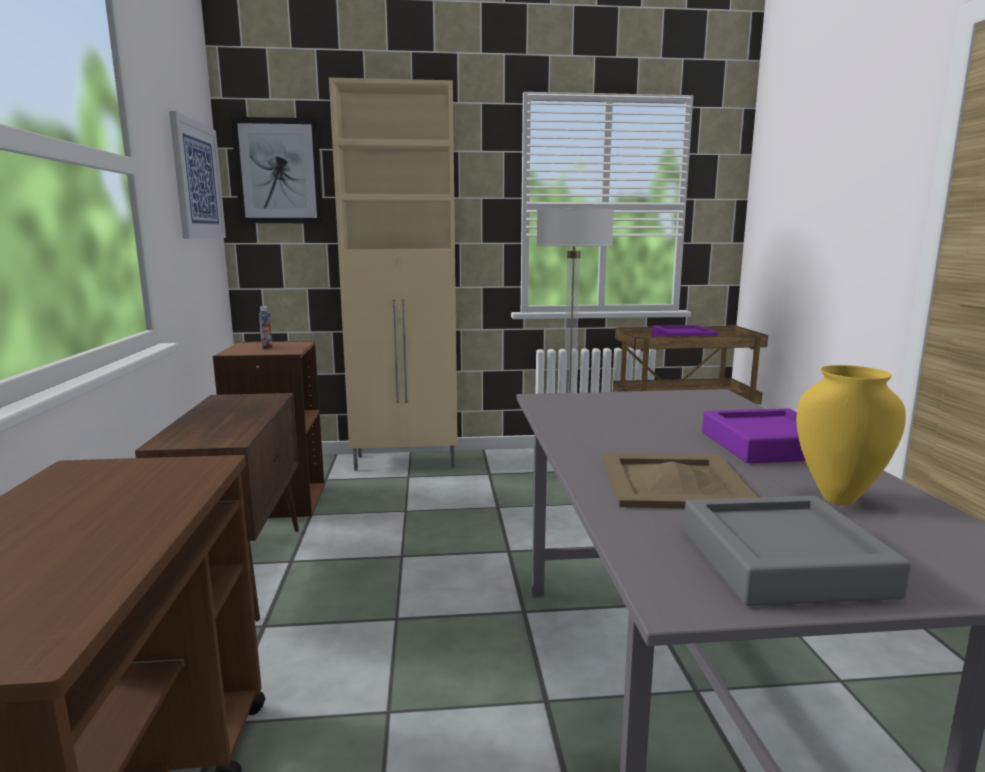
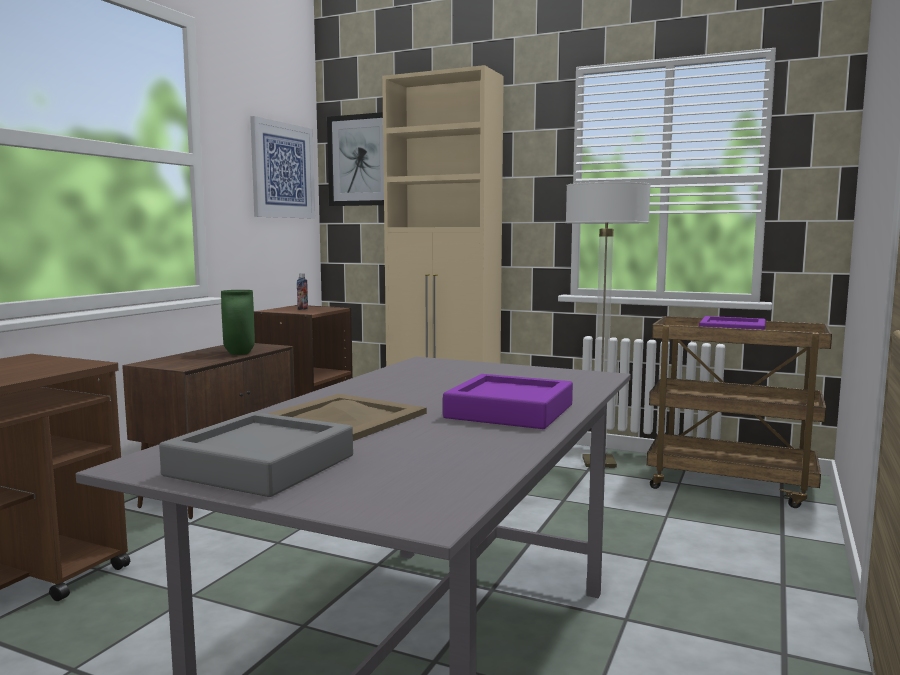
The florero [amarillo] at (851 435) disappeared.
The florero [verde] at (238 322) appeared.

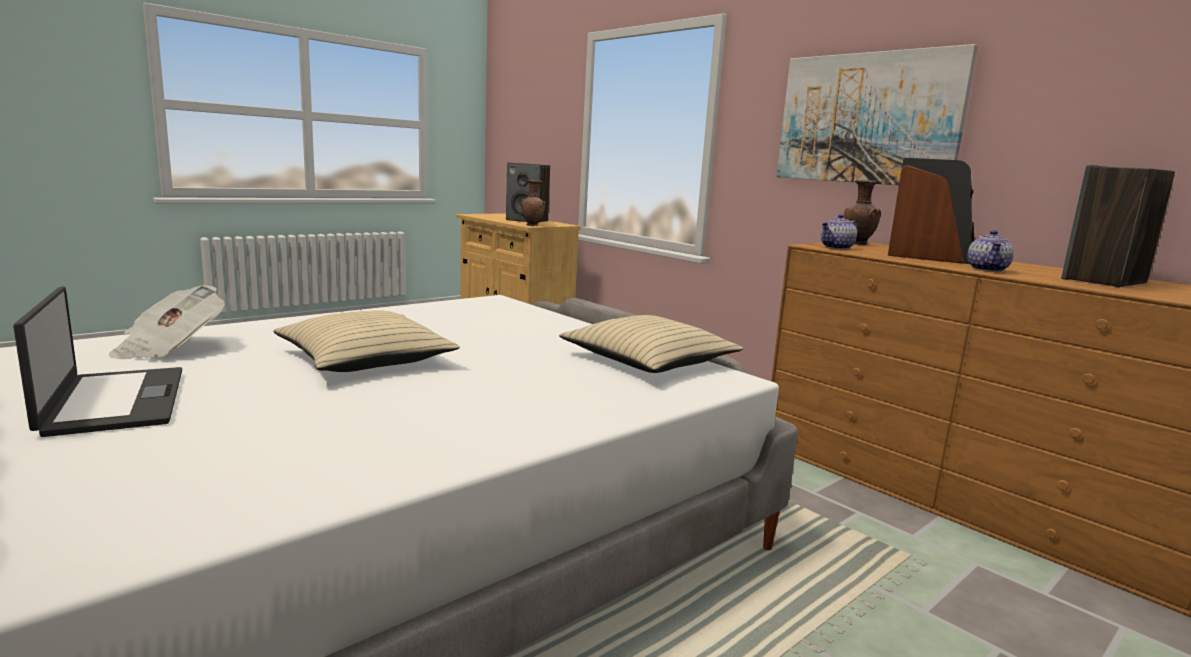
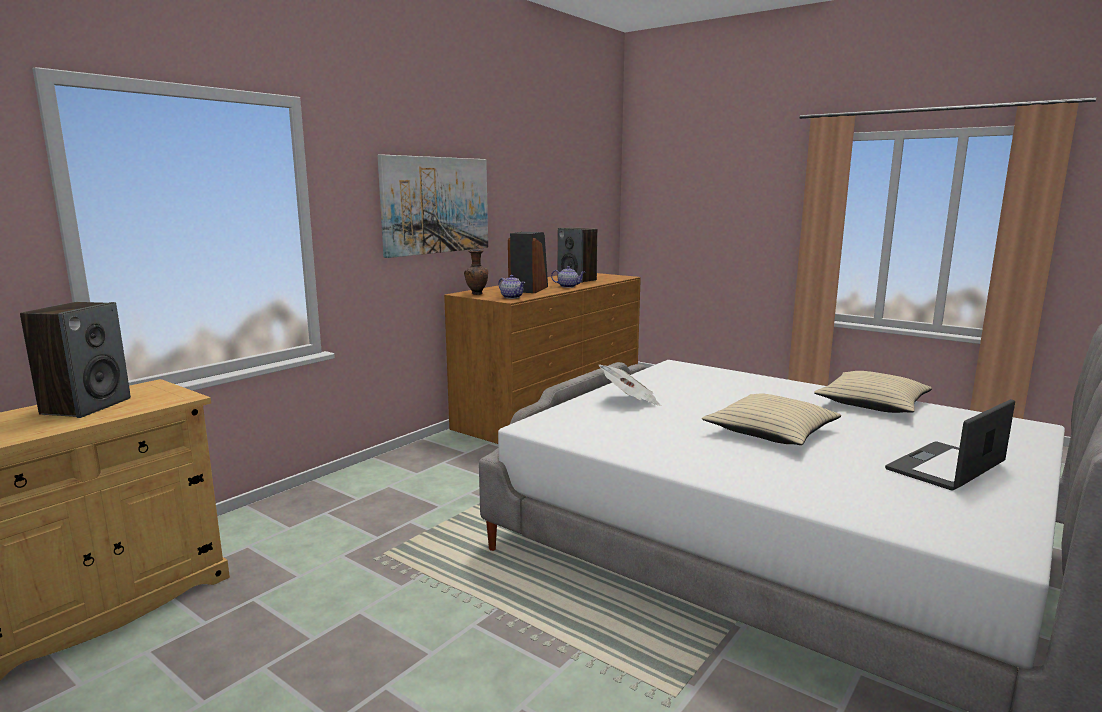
The florero [marrón] at (533 203) disappeared.
The periódico moved from (167 322) to (629 385).
The cojín [beis] moved from (651 344) to (873 392).

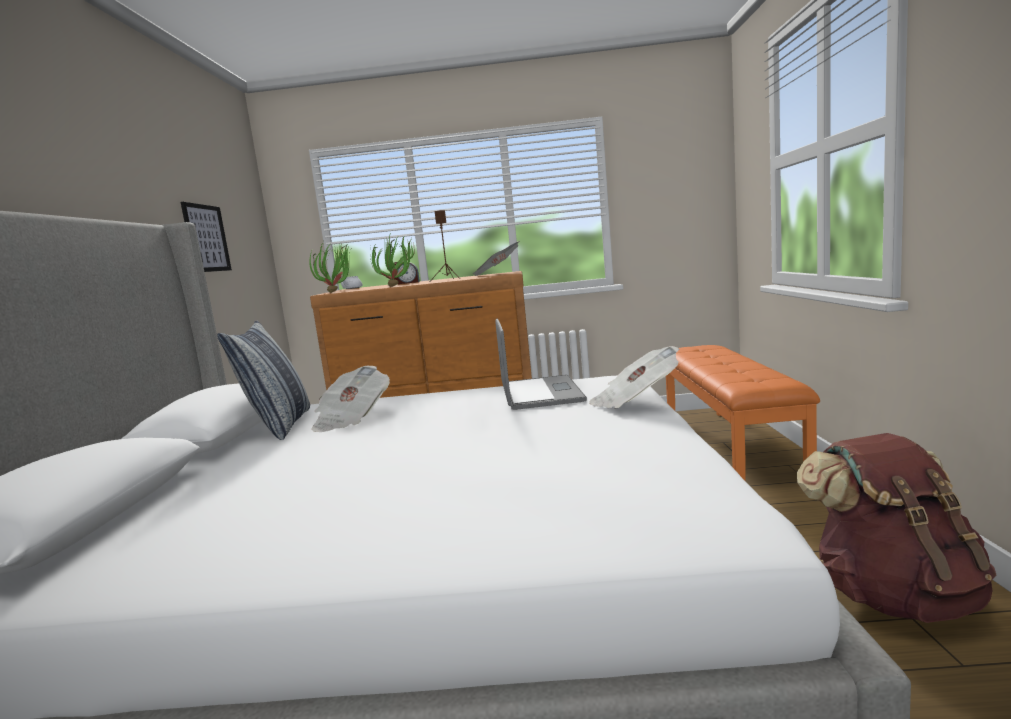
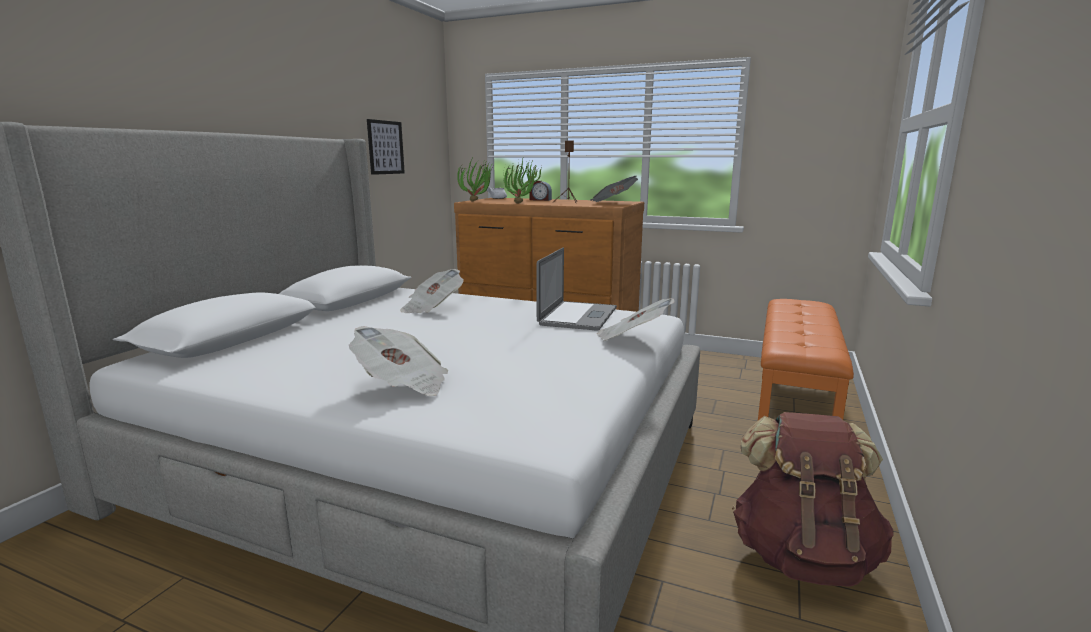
The cojín at (263 380) disappeared.
The periódico at (398 361) appeared.

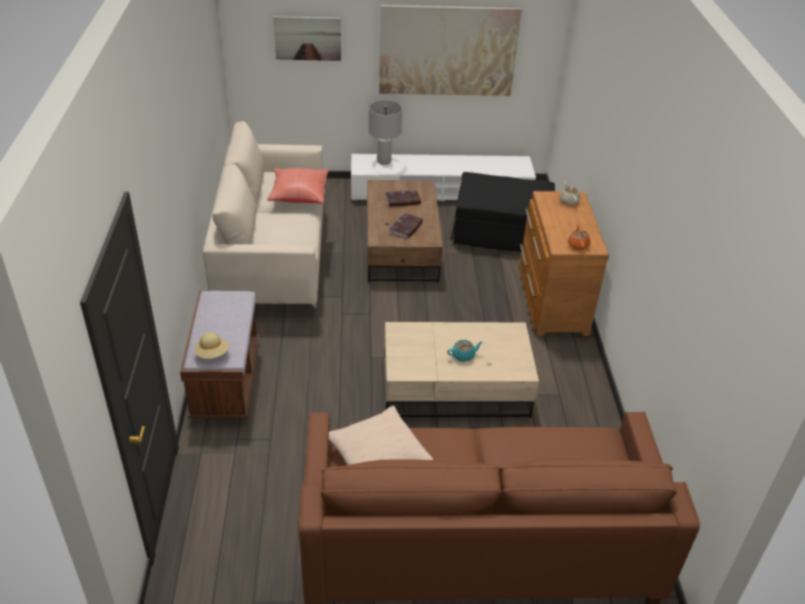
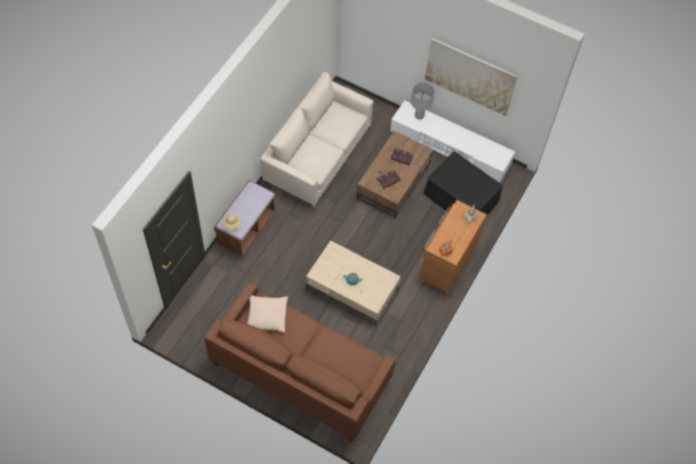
The cuadro at (307 38) disappeared.
The cojín [rojo] at (298 186) disappeared.

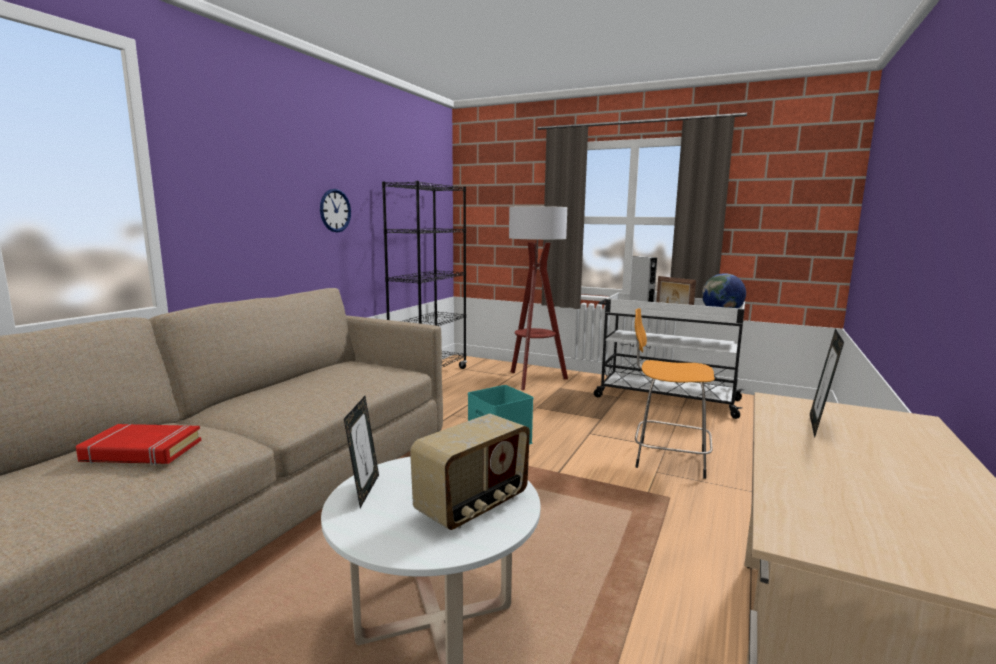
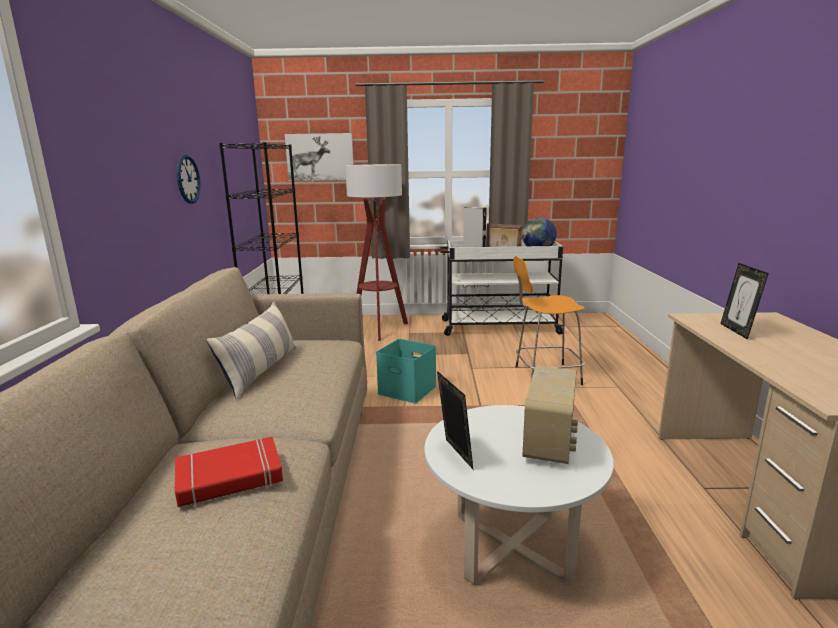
The cuadro at (319 157) appeared.
The cojín at (251 350) appeared.

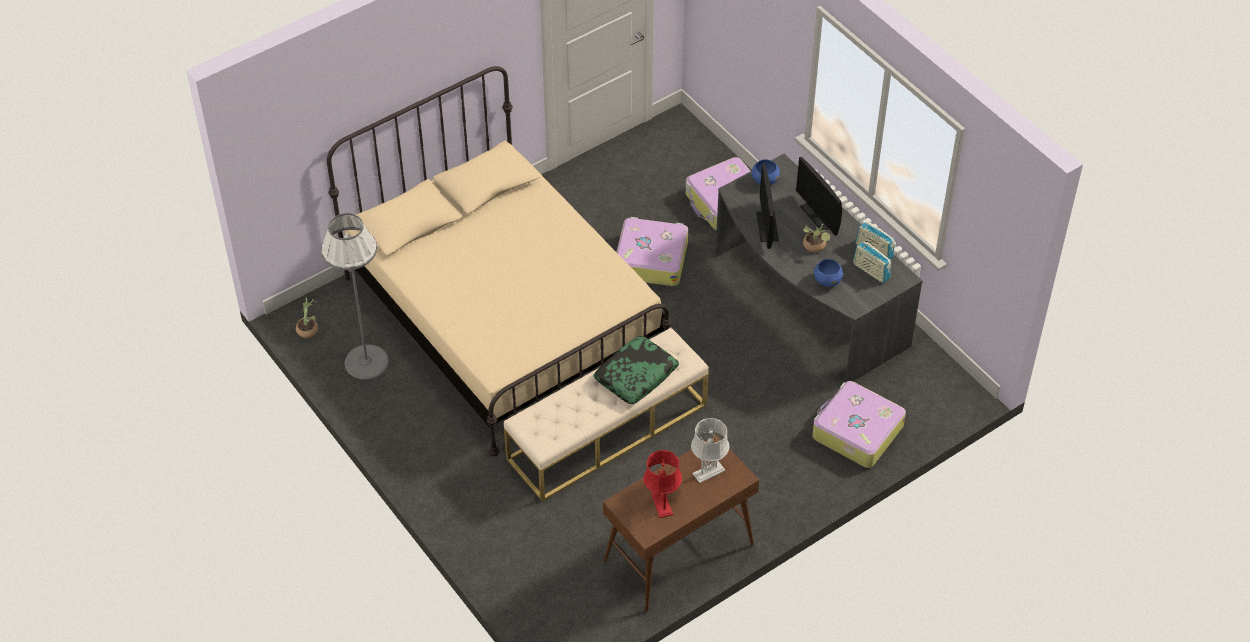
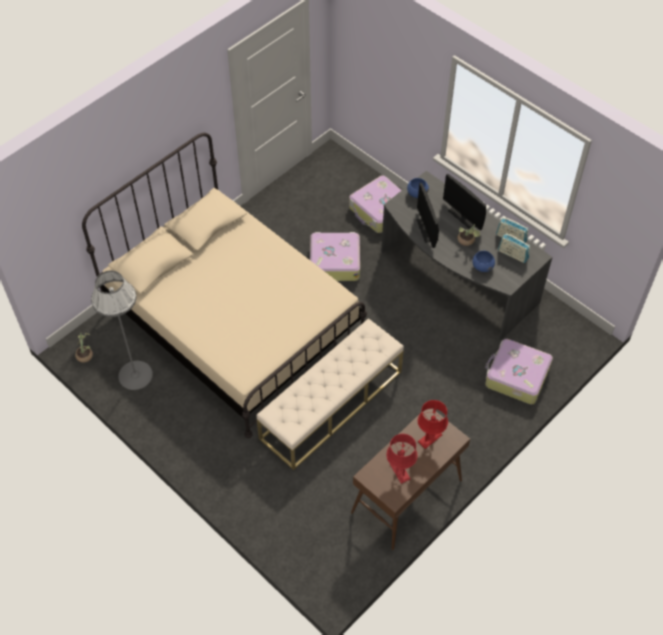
The cojín at (636 370) disappeared.
The lámpara de mesa [gris] at (710 450) became the lámpara de mesa [rojo] at (433 424).

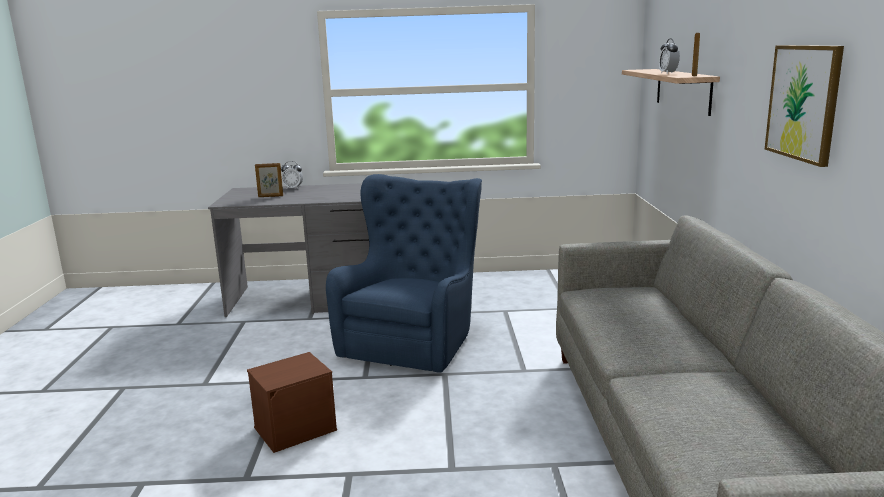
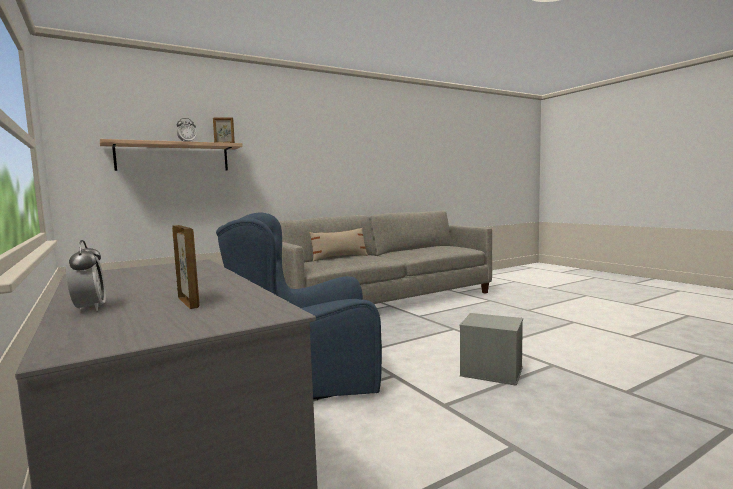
The cuadro at (804 106) disappeared.
The caja de almacenaje [marrón] at (292 402) became the caja de almacenaje [gris] at (491 349).
The cojín [beis] at (338 244) appeared.

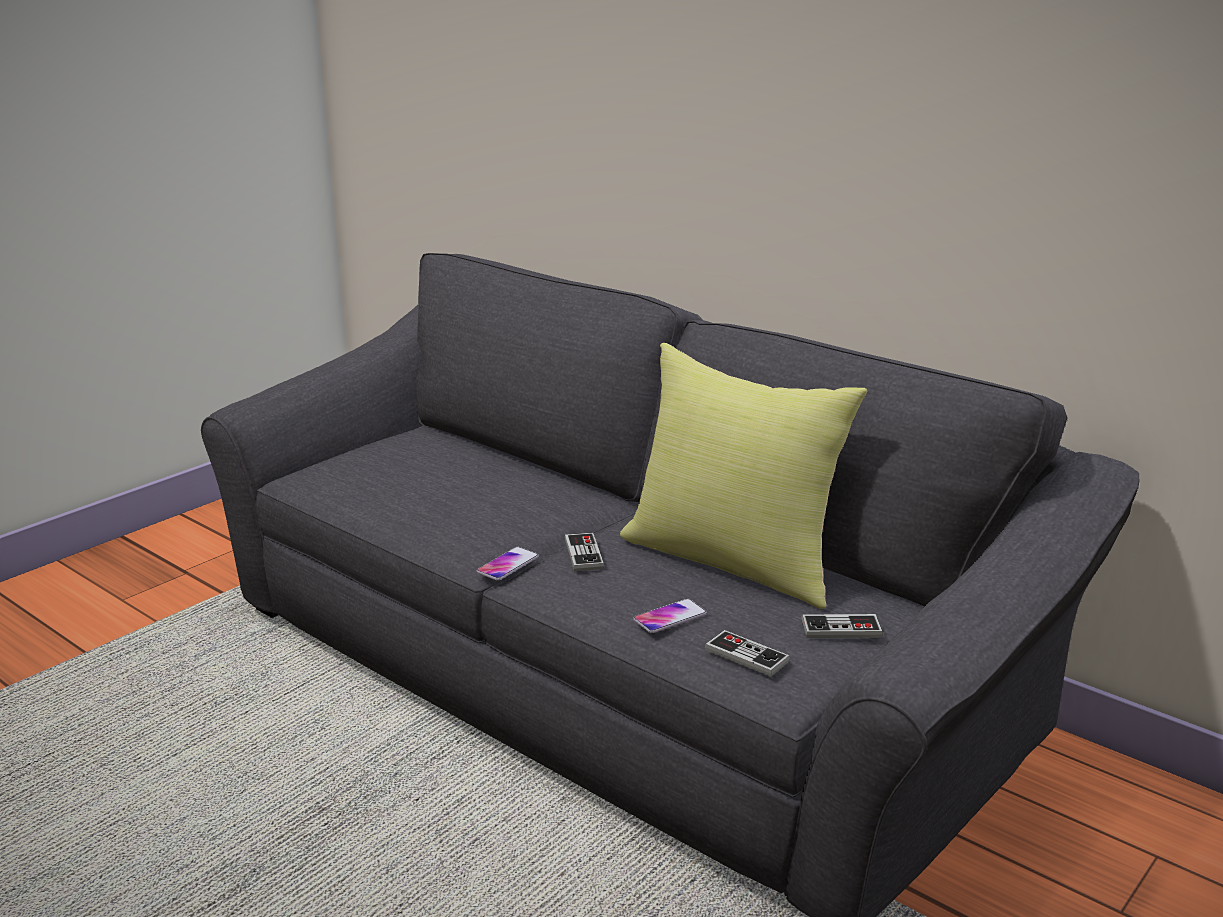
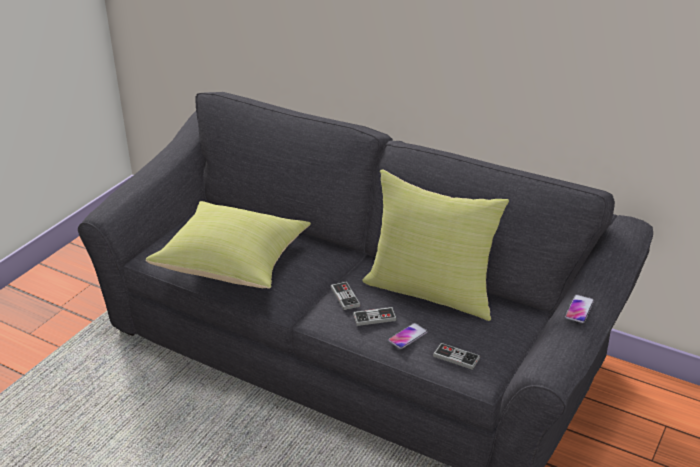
The móvil moved from (507 564) to (579 308).
The mando de consola moved from (842 626) to (375 316).
The cojín [amarillo] at (228 245) appeared.

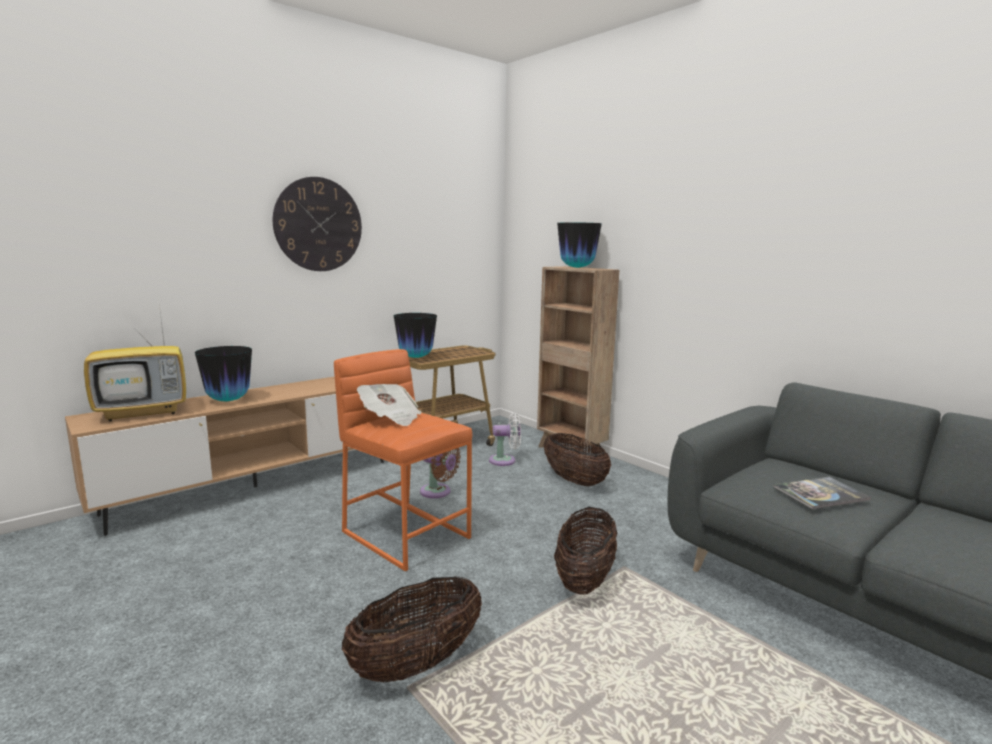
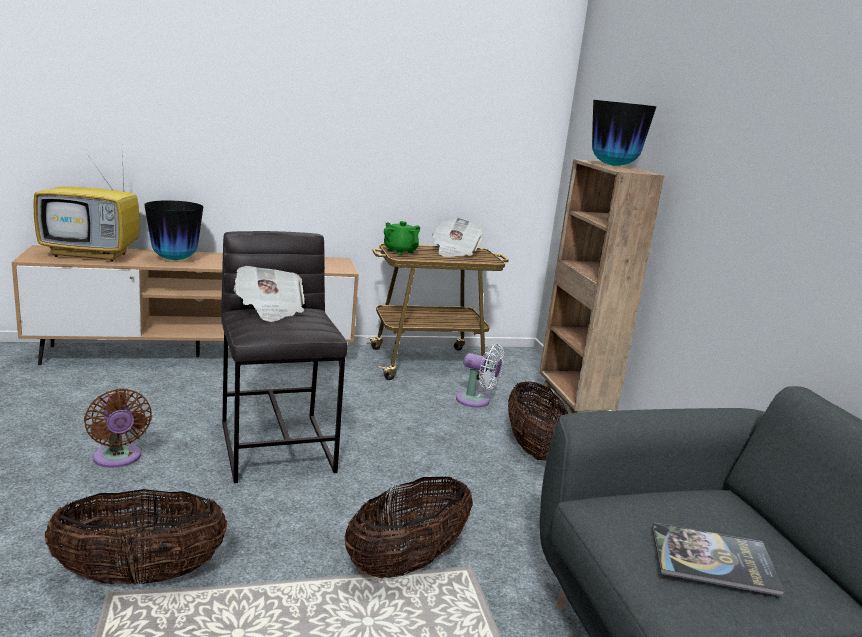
The reloj de pared at (317 224) disappeared.
The florero at (415 335) was replaced by the tetera [verde] at (402 238).
The taburete [naranja] at (403 460) became the taburete [gris] at (284 357).
The ventilador [marrón] moved from (440 473) to (118 428).
The periódico at (458 237) appeared.

